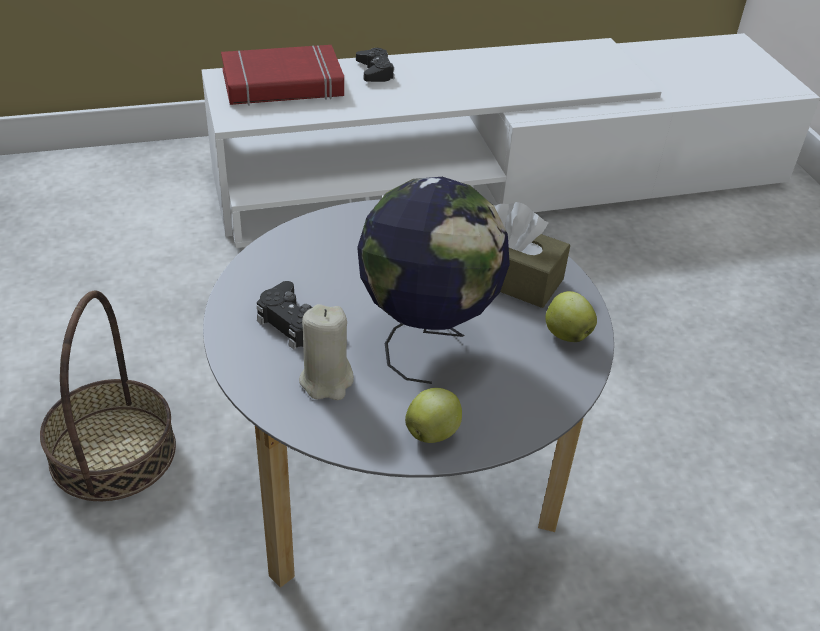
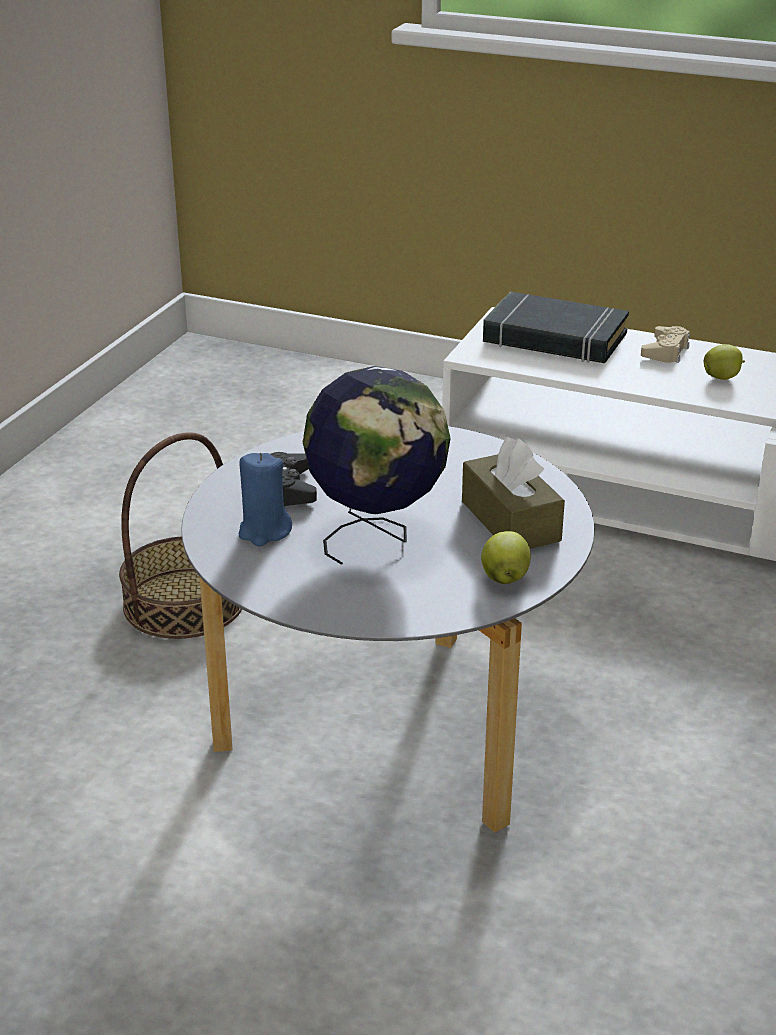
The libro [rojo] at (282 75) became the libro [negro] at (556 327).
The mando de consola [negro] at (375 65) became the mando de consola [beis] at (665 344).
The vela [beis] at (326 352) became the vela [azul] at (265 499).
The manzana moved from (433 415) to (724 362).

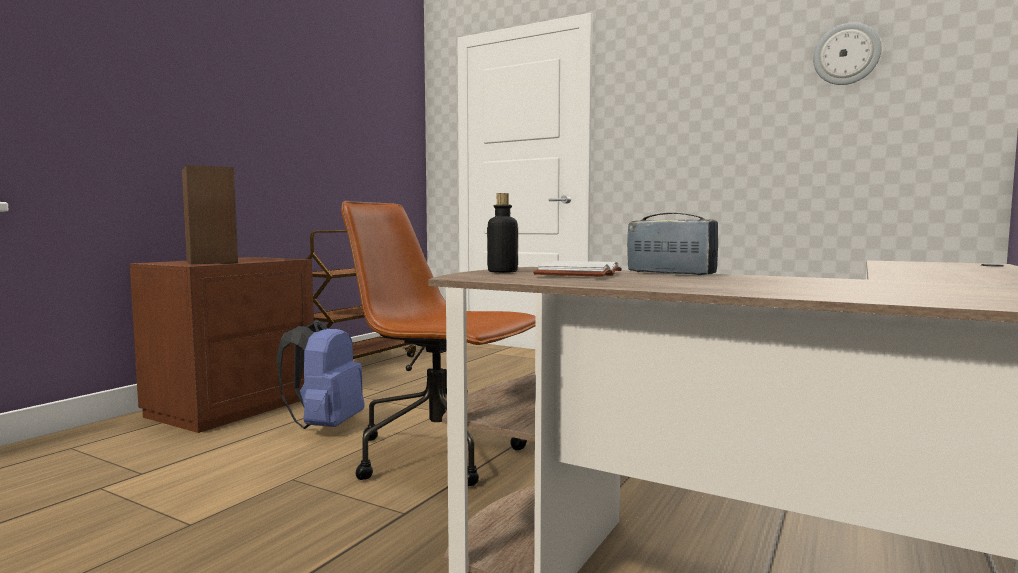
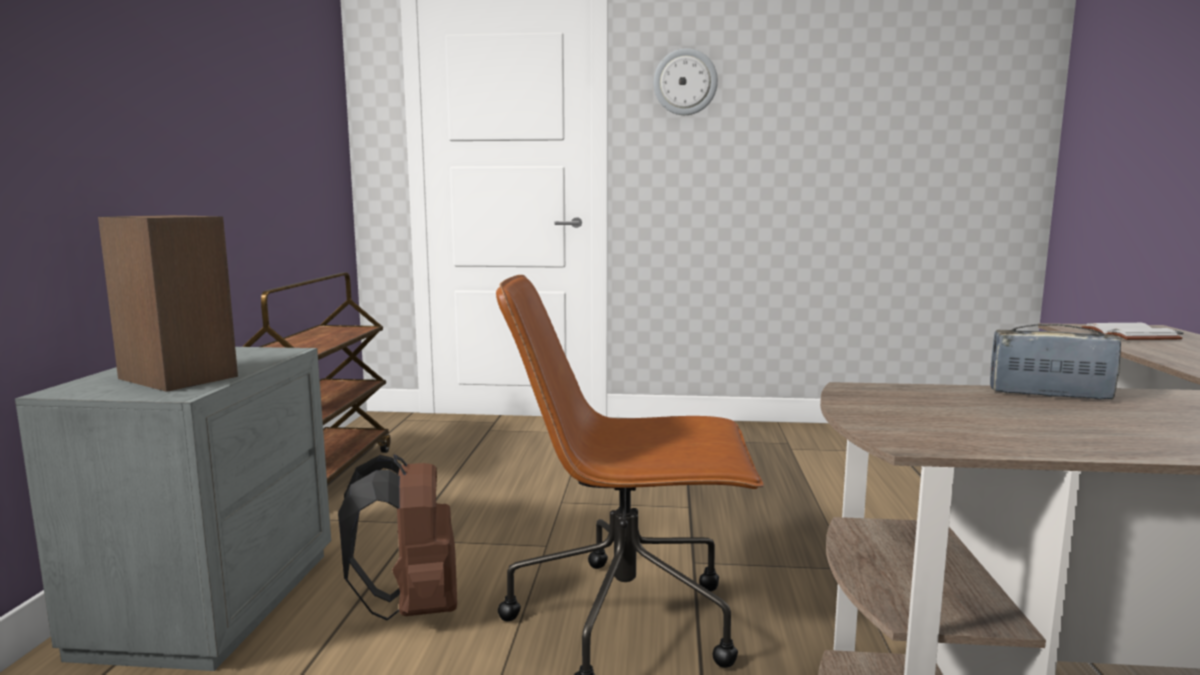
The reloj de pared moved from (847 53) to (685 81).
The botella at (502 233) disappeared.
The mesita de noche [marrón] at (222 345) became the mesita de noche [gris] at (173 509).
The libro [blanco] moved from (577 269) to (1132 331).
The mochila [azul] at (320 374) became the mochila [marrón] at (397 537).

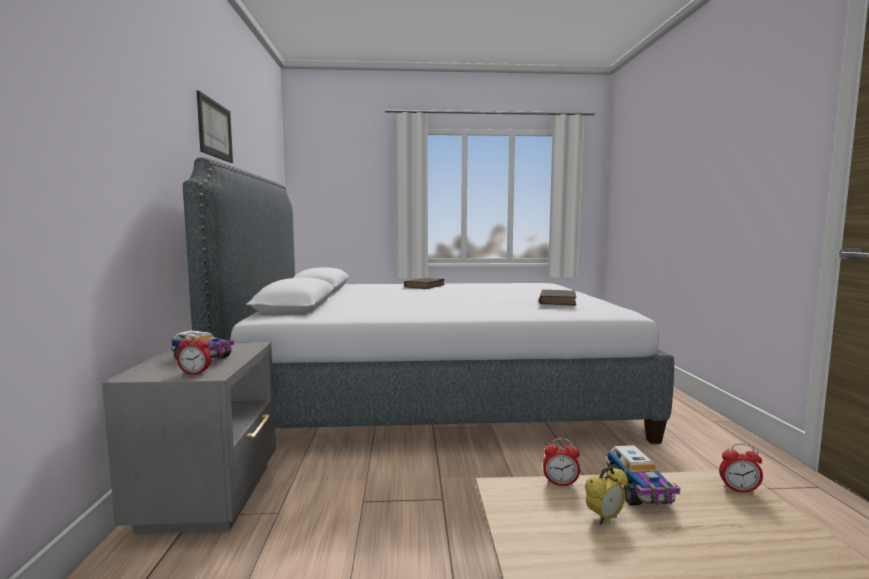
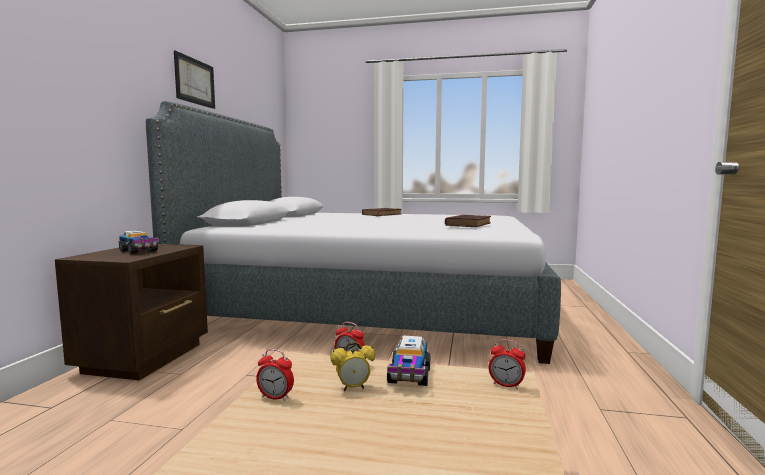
The despertador moved from (194 354) to (275 375).
The mesita de noche [gris] at (189 438) became the mesita de noche [marrón] at (131 312).

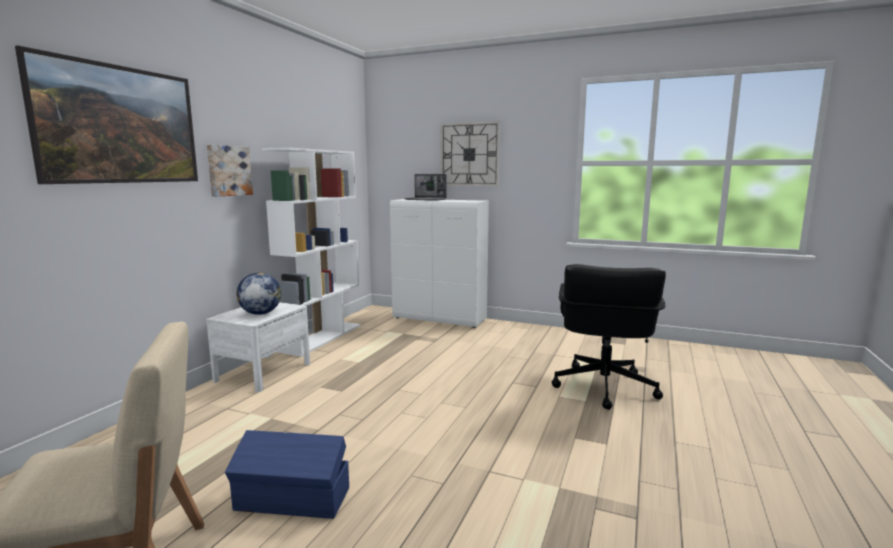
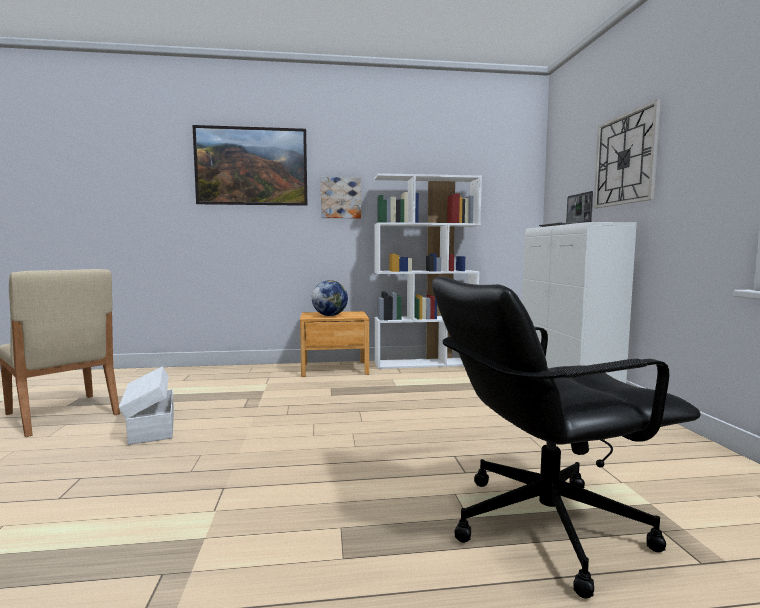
The mesita de noche [blanco] at (258 347) became the mesita de noche [marrón] at (334 344).
The caja de almacenaje [azul] at (287 474) became the caja de almacenaje [blanco] at (146 405).

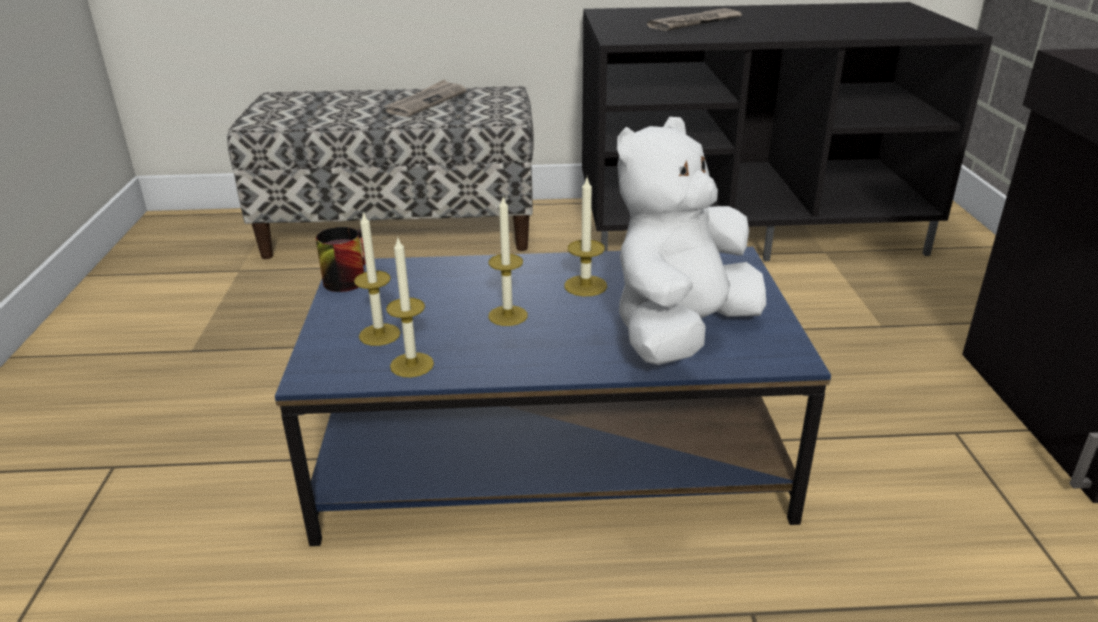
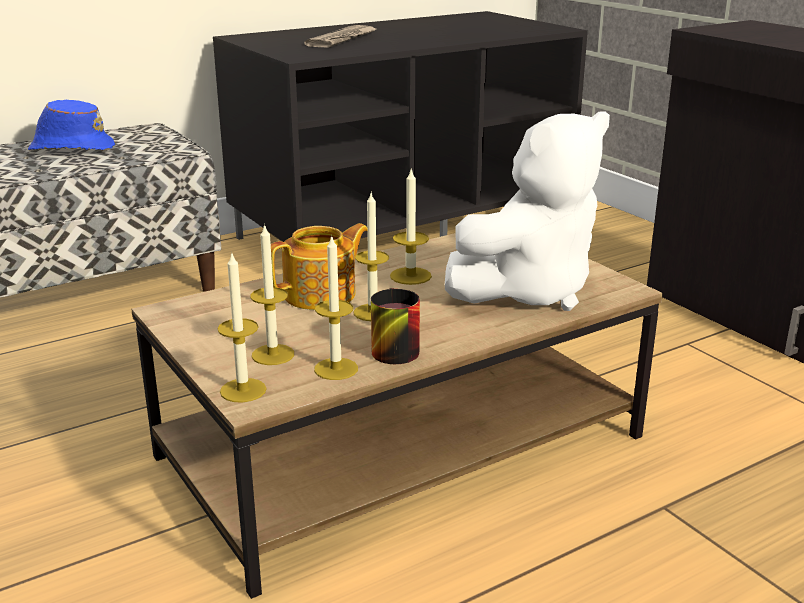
The periódico at (424 98) was replaced by the sombrero [azul] at (71 125).
The peluche [blanco] at (691 241) turned 135 degrees counterclockwise.
The taza grande moved from (341 259) to (395 326).
The mesa de centro [azul] at (553 396) became the mesa de centro [marrón] at (397 416).
The tetera at (319 266) appeared.
The vela at (242 326) appeared.

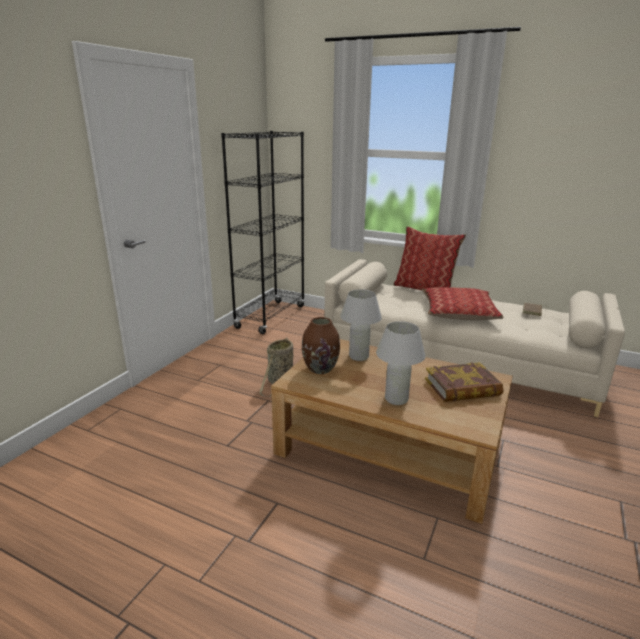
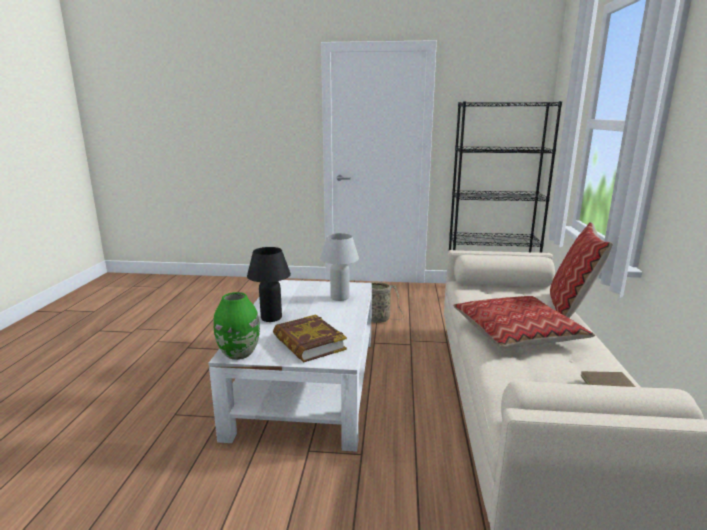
The florero [marrón] at (321 345) disappeared.
The lámpara de mesa [blanco] at (400 363) became the lámpara de mesa [negro] at (269 284).
The mesa de centro [marrón] at (392 431) became the mesa de centro [blanco] at (290 366).
The florero [verde] at (236 326) appeared.

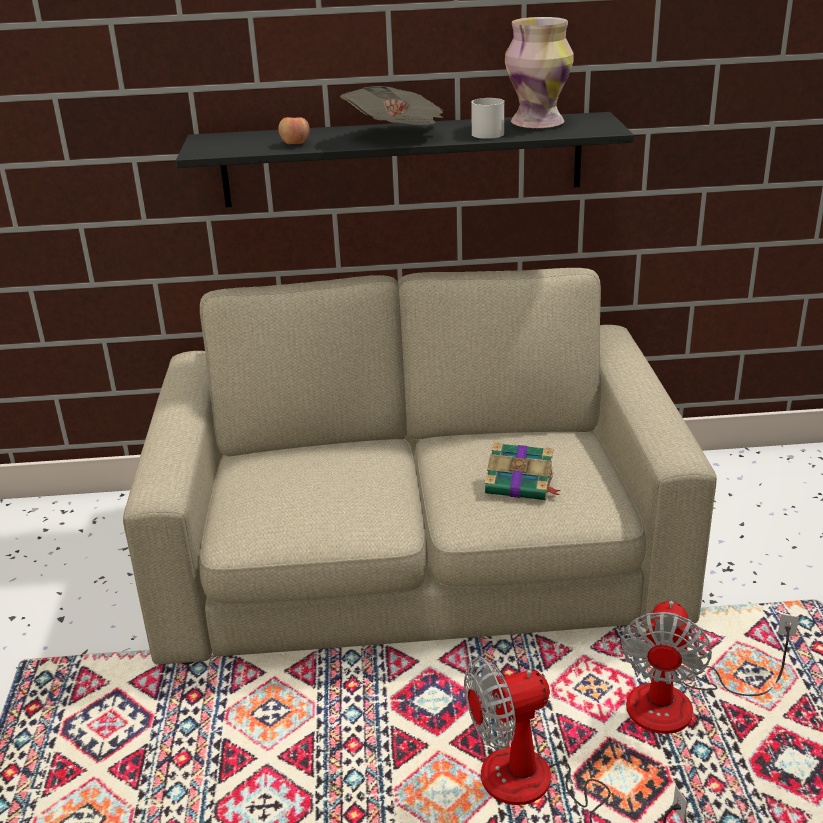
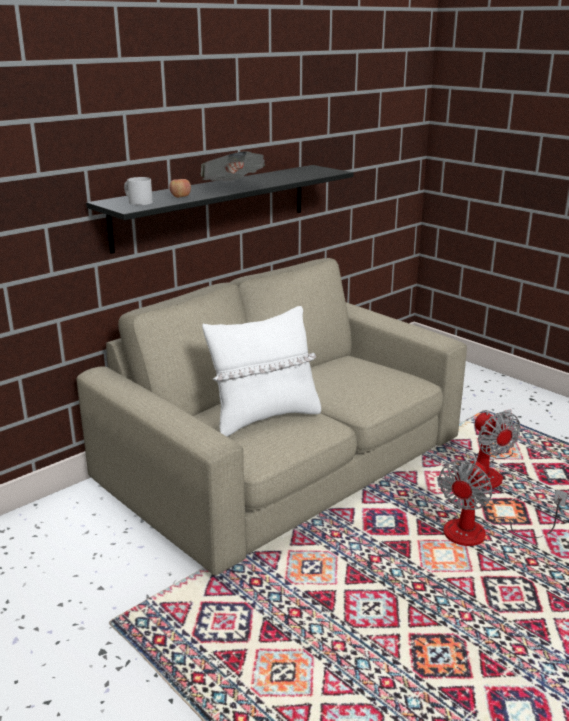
The florero at (539 73) disappeared.
The taza grande [blanco] moved from (487 118) to (138 191).
The libro at (523 471) disappeared.
The cojín [blanco] at (261 371) appeared.

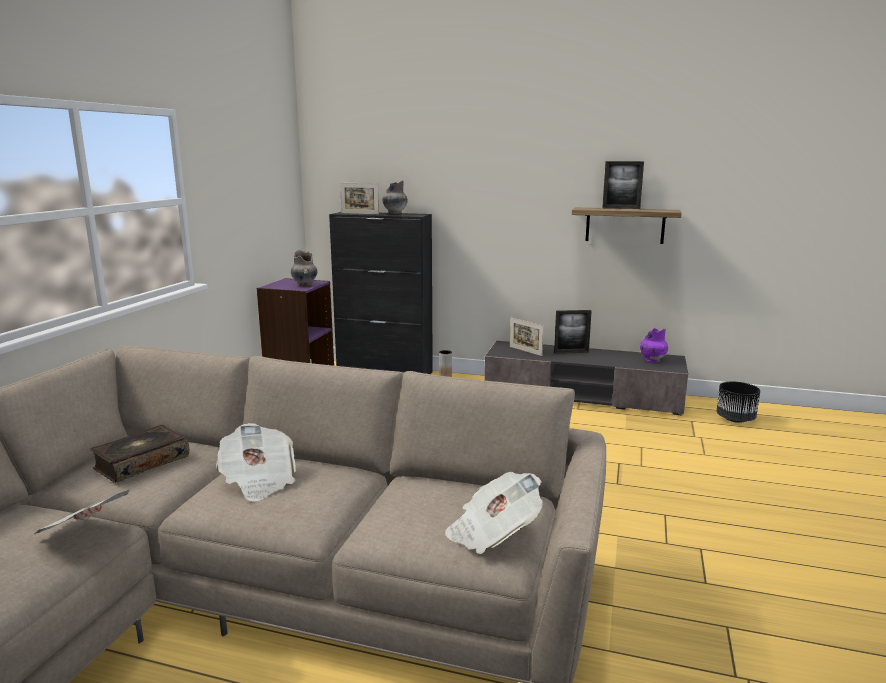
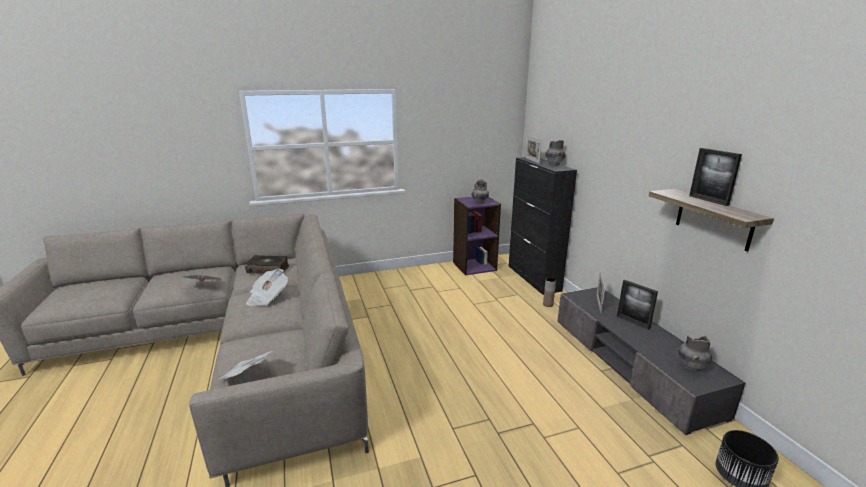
The florero [morado] at (654 345) became the florero [gris] at (695 354).

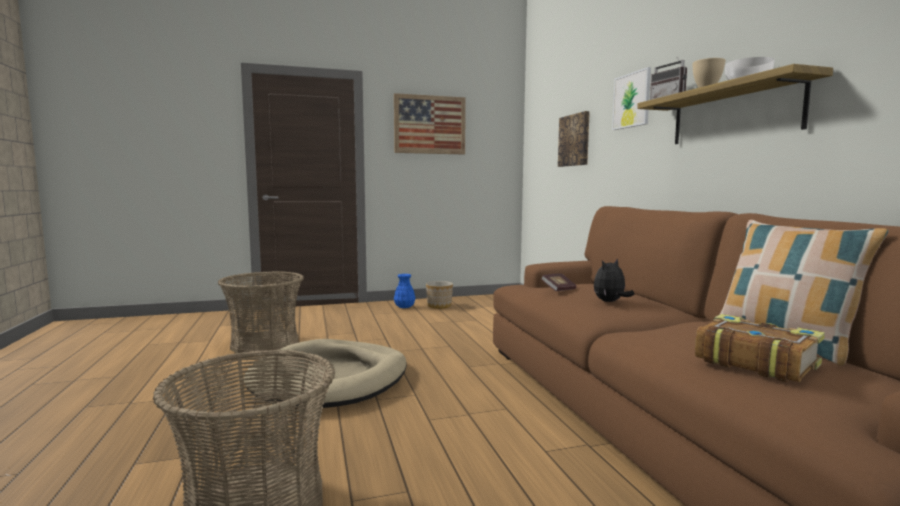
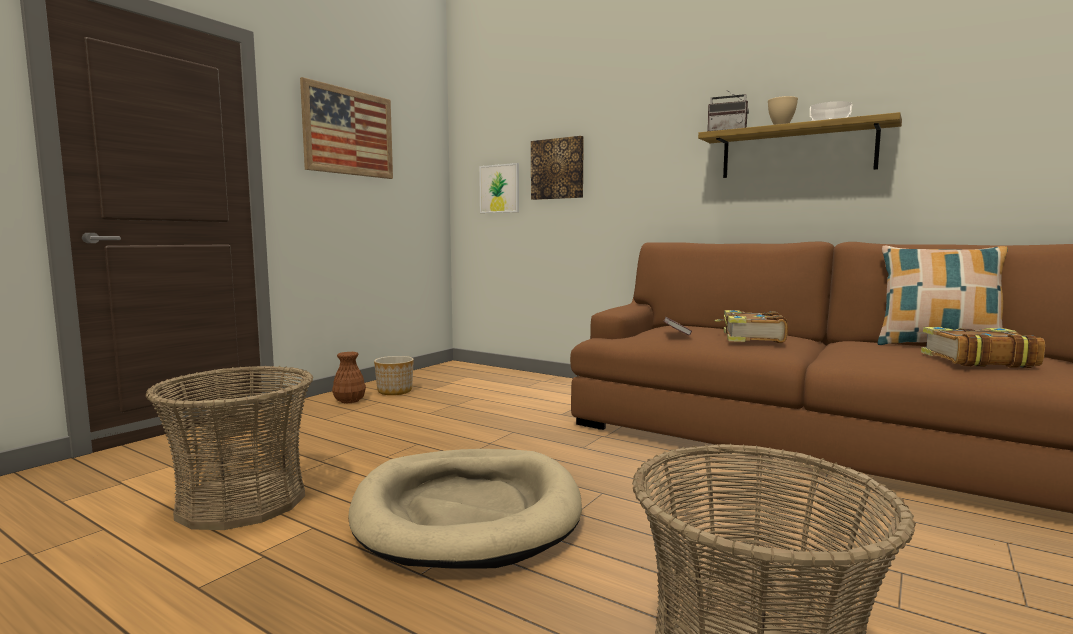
The cuadro moved from (631 98) to (499 188).
The peluche at (614 280) was replaced by the libro at (751 326).
The florero [azul] at (405 291) became the florero [marrón] at (349 377).

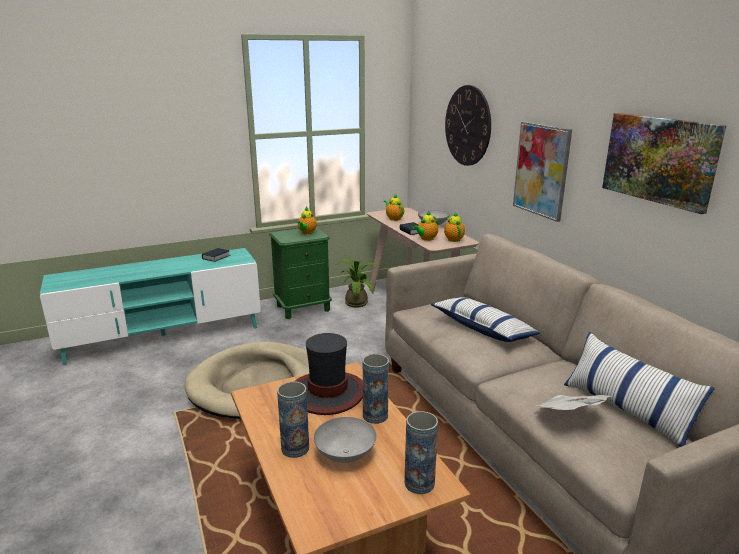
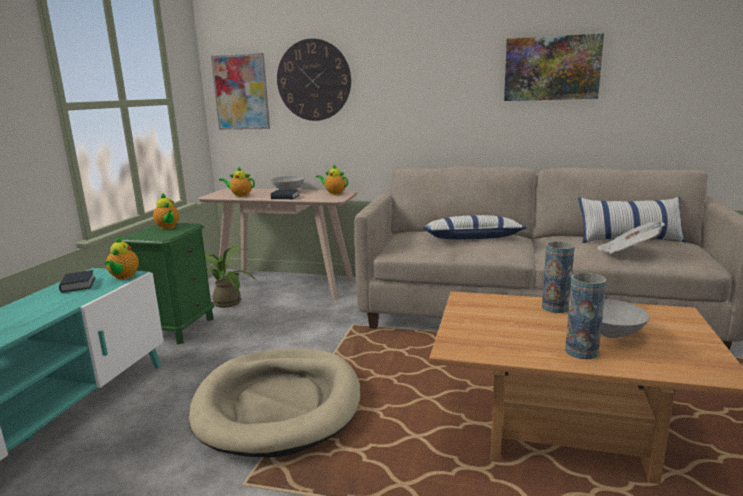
The cuadro moved from (542 172) to (240 91).
The tetera moved from (425 226) to (122 258).
The sombrero at (328 374) disappeared.
The florero at (421 452) disappeared.

